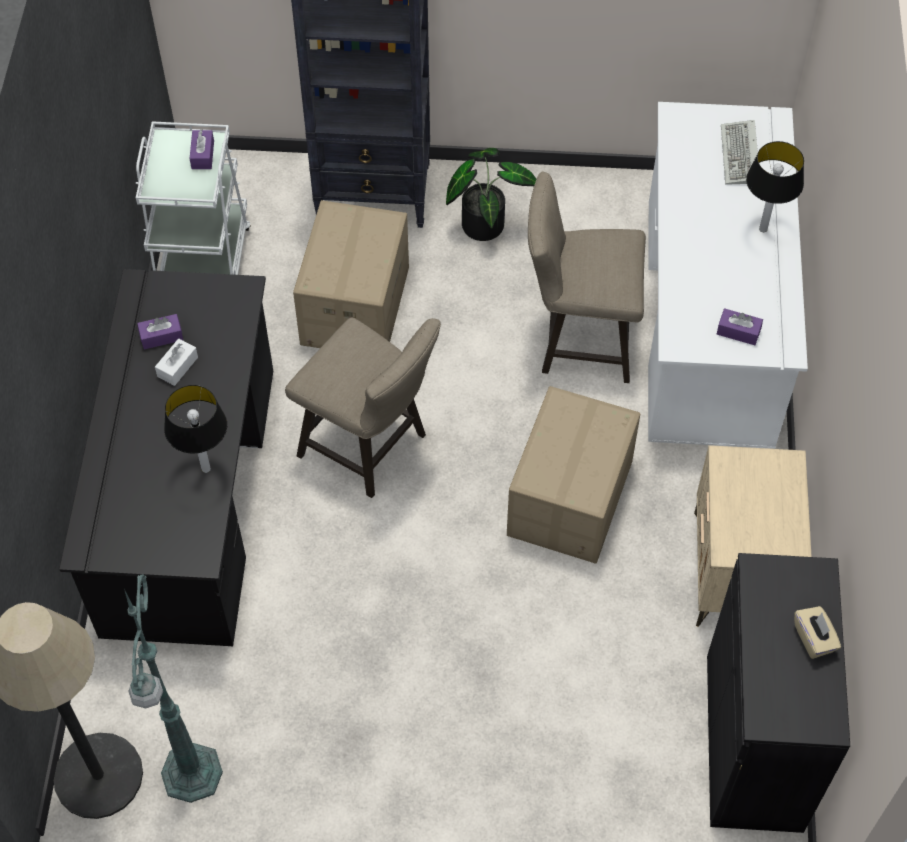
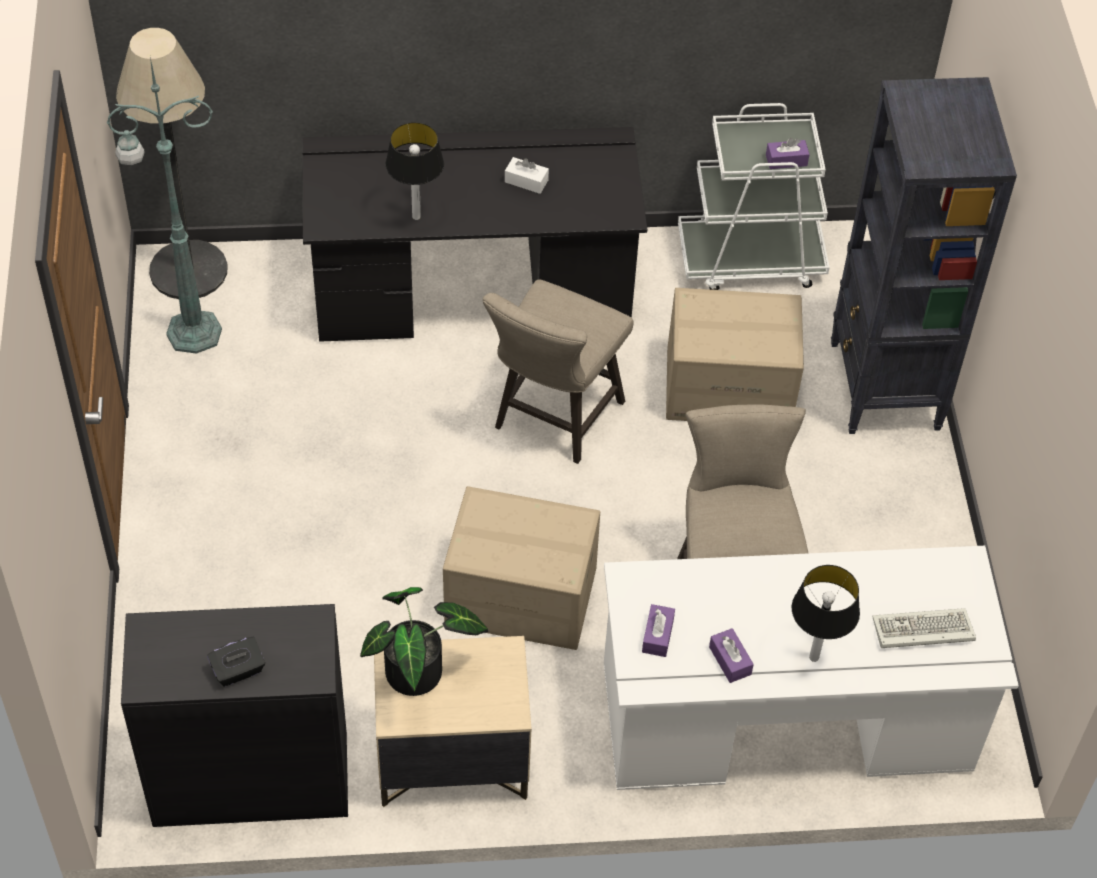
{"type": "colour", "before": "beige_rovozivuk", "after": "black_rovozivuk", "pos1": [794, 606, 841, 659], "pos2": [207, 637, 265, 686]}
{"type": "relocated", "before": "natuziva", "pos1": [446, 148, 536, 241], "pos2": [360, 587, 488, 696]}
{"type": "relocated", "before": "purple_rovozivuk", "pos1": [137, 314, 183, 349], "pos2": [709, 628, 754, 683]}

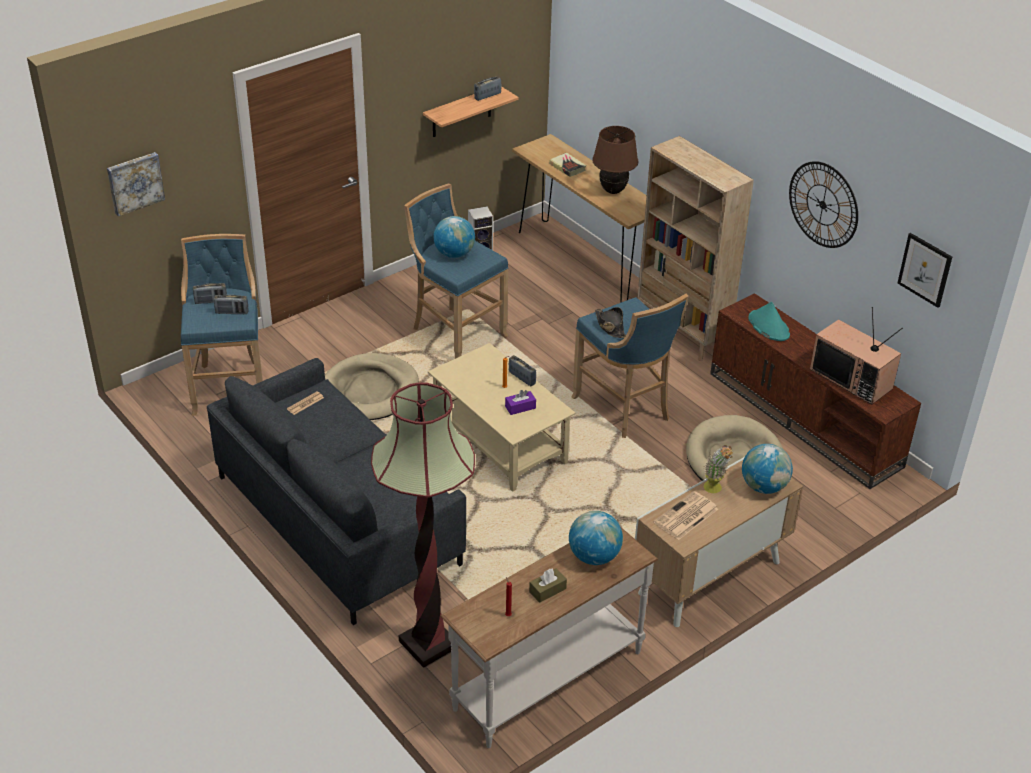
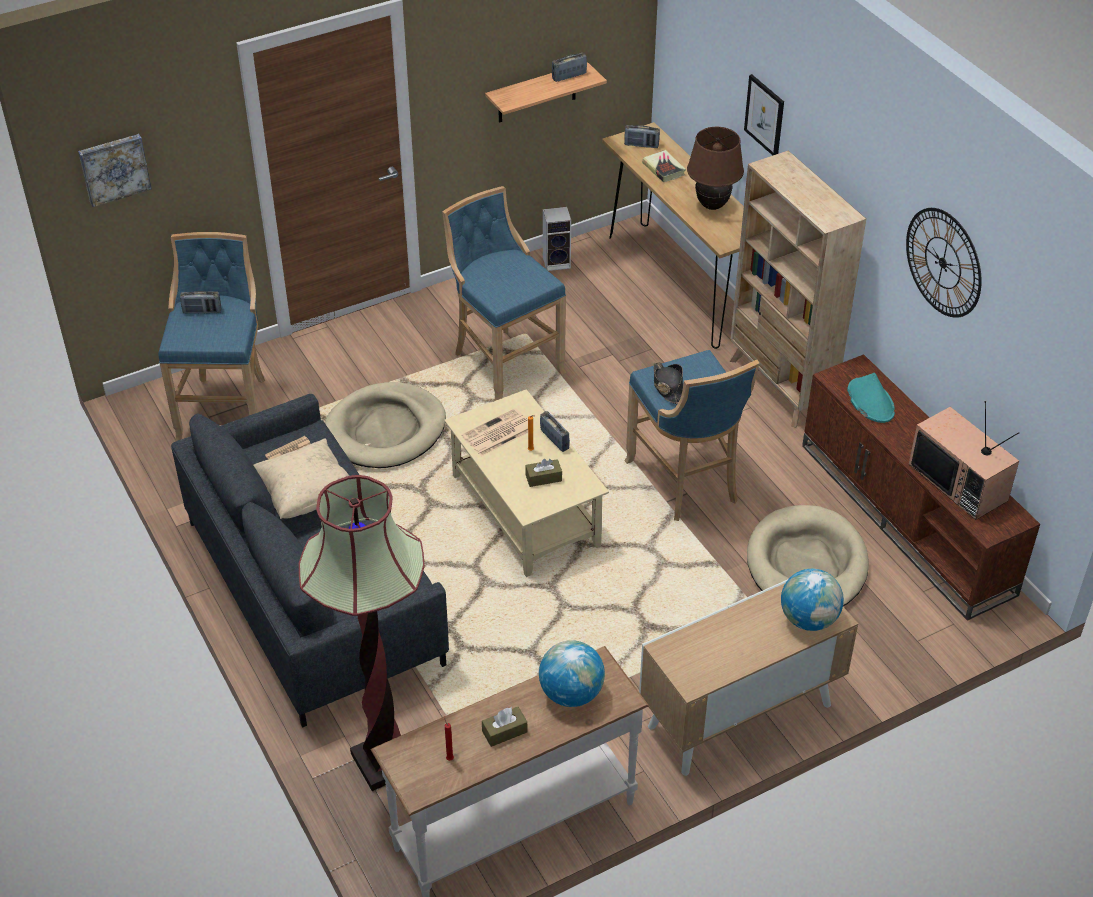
{"type": "appeared", "after": "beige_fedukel", "pos2": [254, 439, 349, 519]}
{"type": "relocated", "before": "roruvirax", "pos1": [654, 491, 718, 540], "pos2": [462, 408, 535, 456]}
{"type": "colour", "before": "purple_rovozivuk", "after": "brown_rovozivuk", "pos1": [505, 390, 536, 415], "pos2": [525, 459, 562, 487]}
{"type": "relocated", "before": "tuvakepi", "pos1": [214, 295, 248, 315], "pos2": [624, 125, 660, 148]}
{"type": "relocated", "before": "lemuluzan", "pos1": [897, 233, 952, 308], "pos2": [744, 74, 784, 155]}
{"type": "missing", "before": "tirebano", "pos1": [434, 216, 475, 258]}
{"type": "missing", "before": "natuziva", "pos1": [704, 445, 733, 493]}

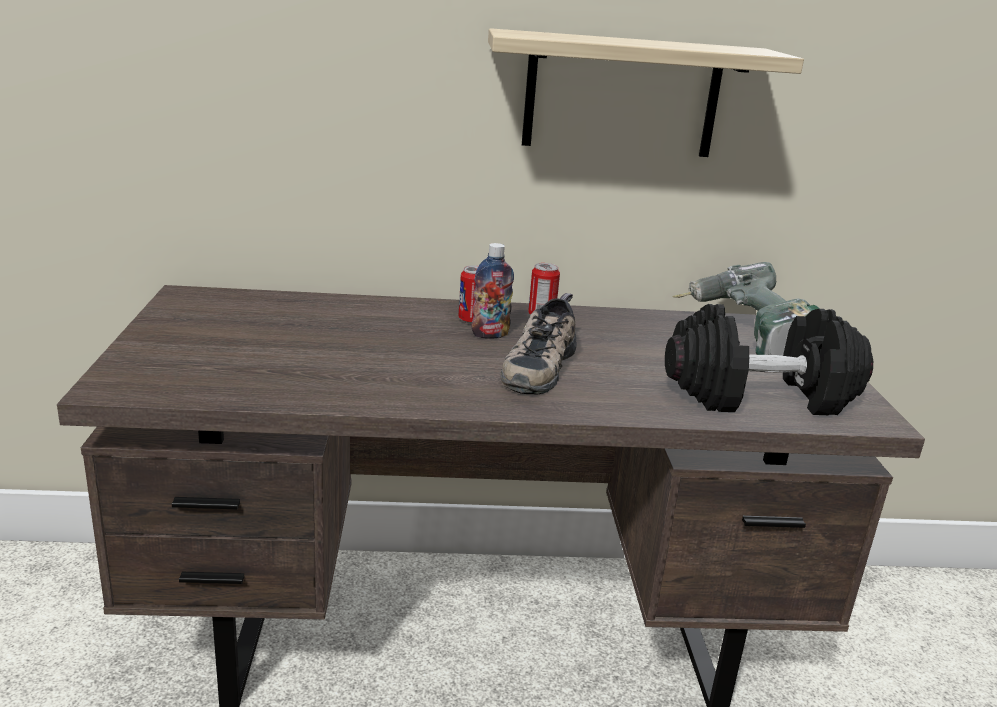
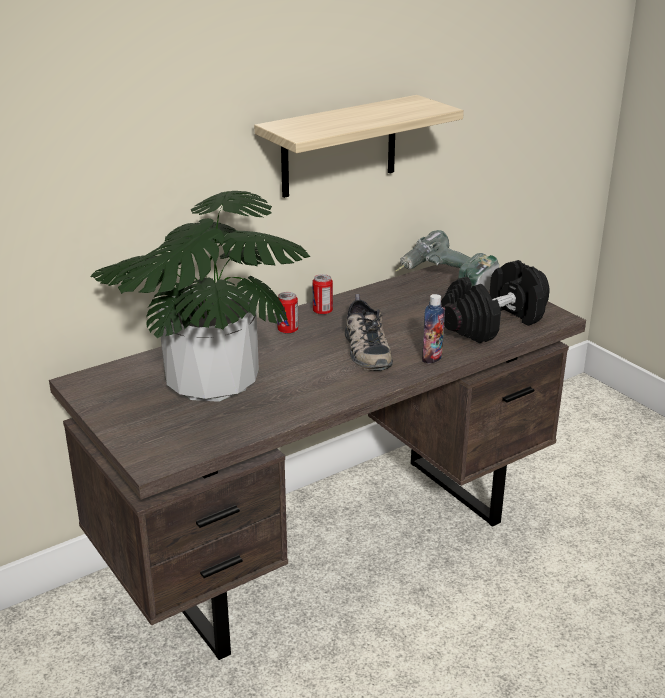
{"type": "appeared", "after": "natuziva", "pos2": [90, 191, 310, 402]}
{"type": "relocated", "before": "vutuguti", "pos1": [472, 243, 514, 339], "pos2": [422, 294, 445, 364]}

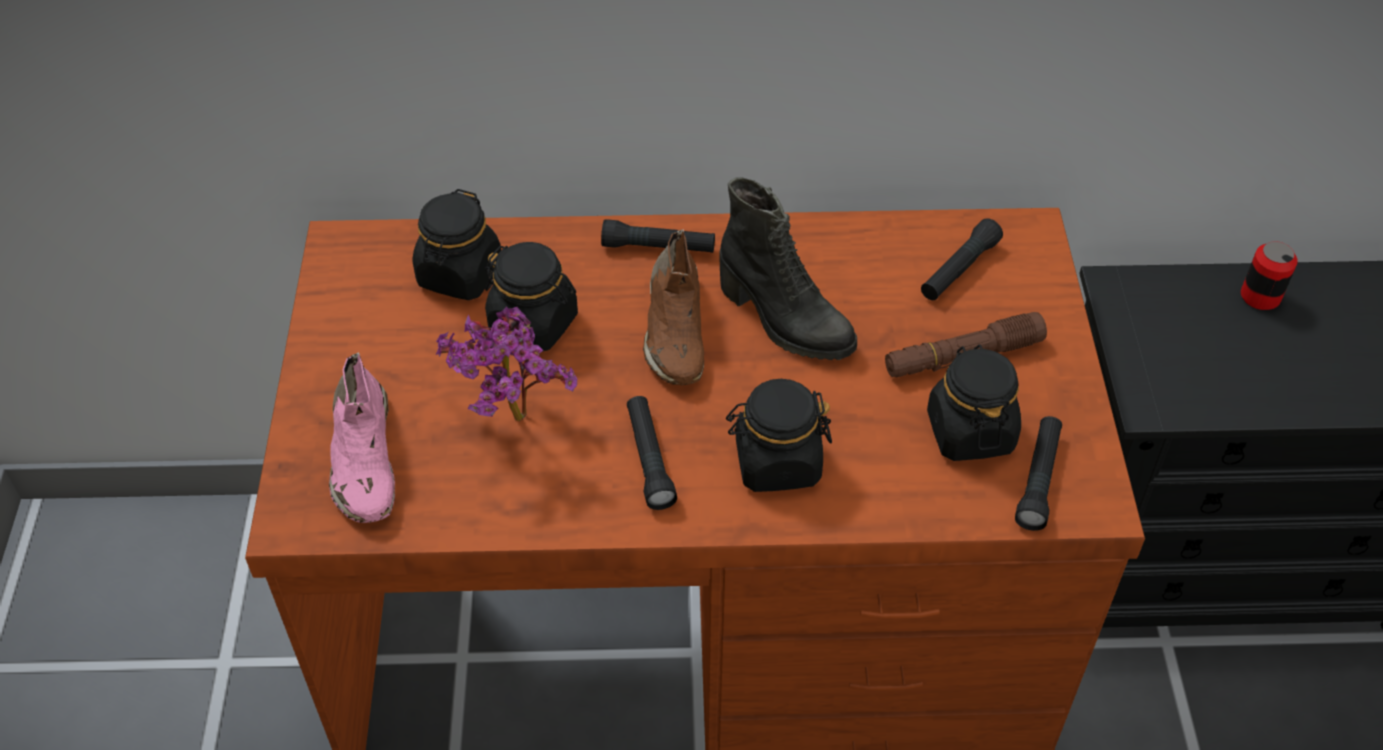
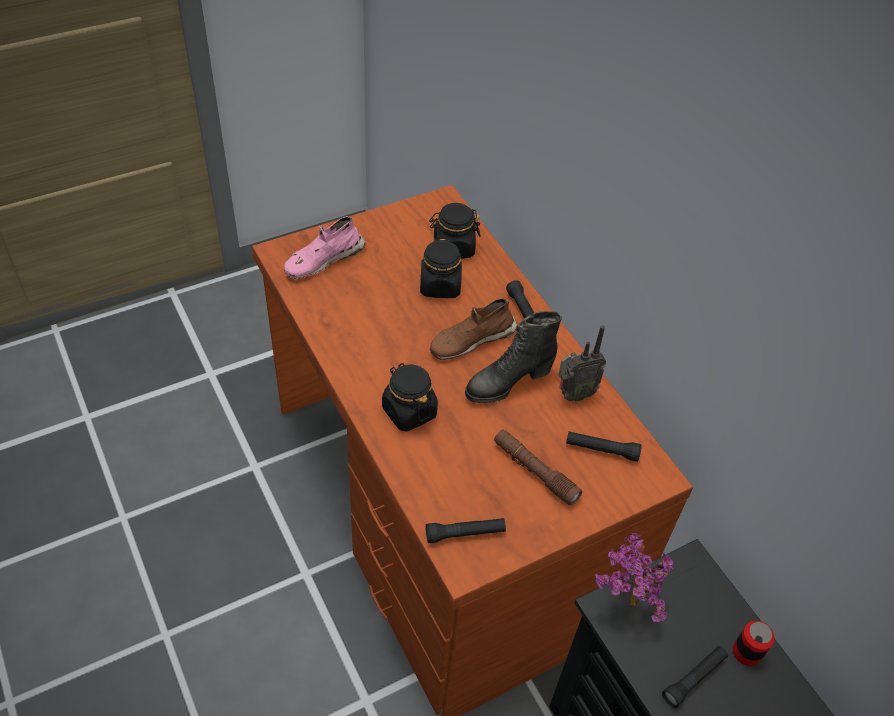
{"type": "spun", "before": "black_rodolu", "pos1": [719, 177, 857, 360], "pos2": [465, 311, 562, 403], "turn": 45}
{"type": "appeared", "after": "tuvakepi", "pos2": [558, 325, 606, 402]}
{"type": "relocated", "before": "natuziva", "pos1": [435, 306, 577, 421], "pos2": [595, 533, 673, 622]}
{"type": "relocated", "before": "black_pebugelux", "pos1": [627, 396, 677, 510], "pos2": [662, 646, 728, 708]}
{"type": "missing", "before": "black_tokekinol", "pos1": [927, 344, 1021, 461]}

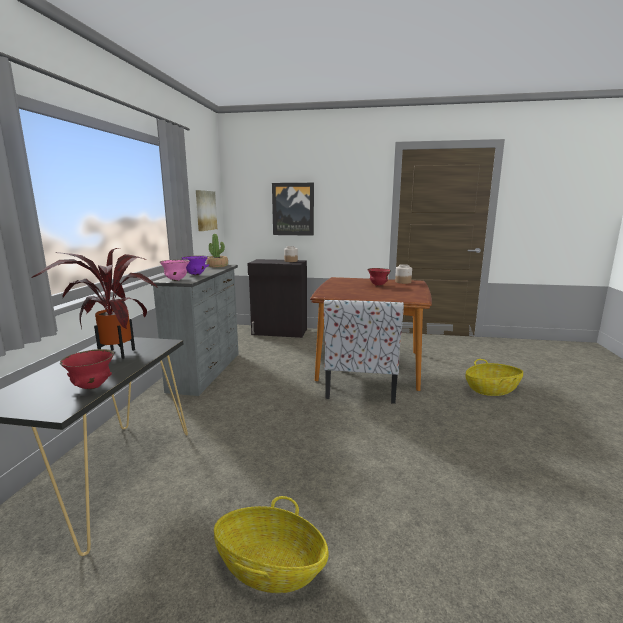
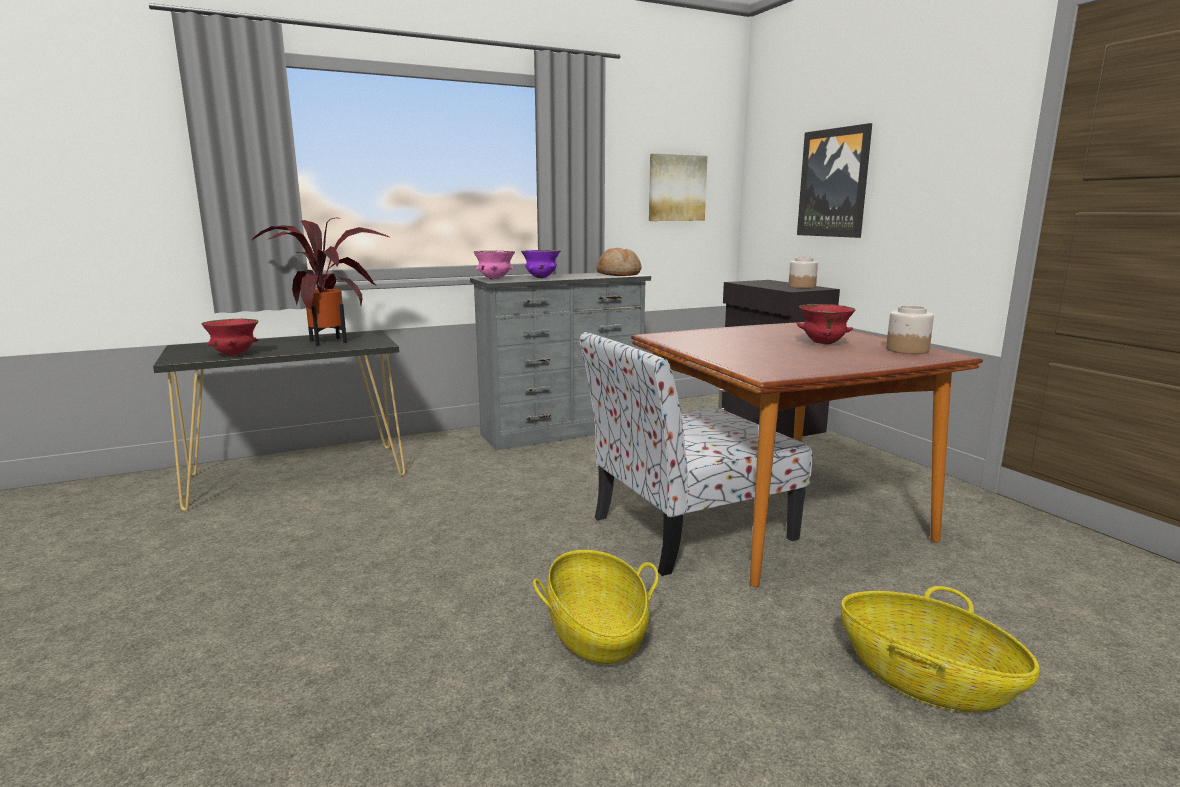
{"type": "relocated", "before": "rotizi", "pos1": [214, 496, 329, 593], "pos2": [533, 550, 659, 664]}
{"type": "exchanged", "before": "natuziva", "after": "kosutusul", "pos1": [206, 234, 228, 268], "pos2": [596, 248, 642, 276]}

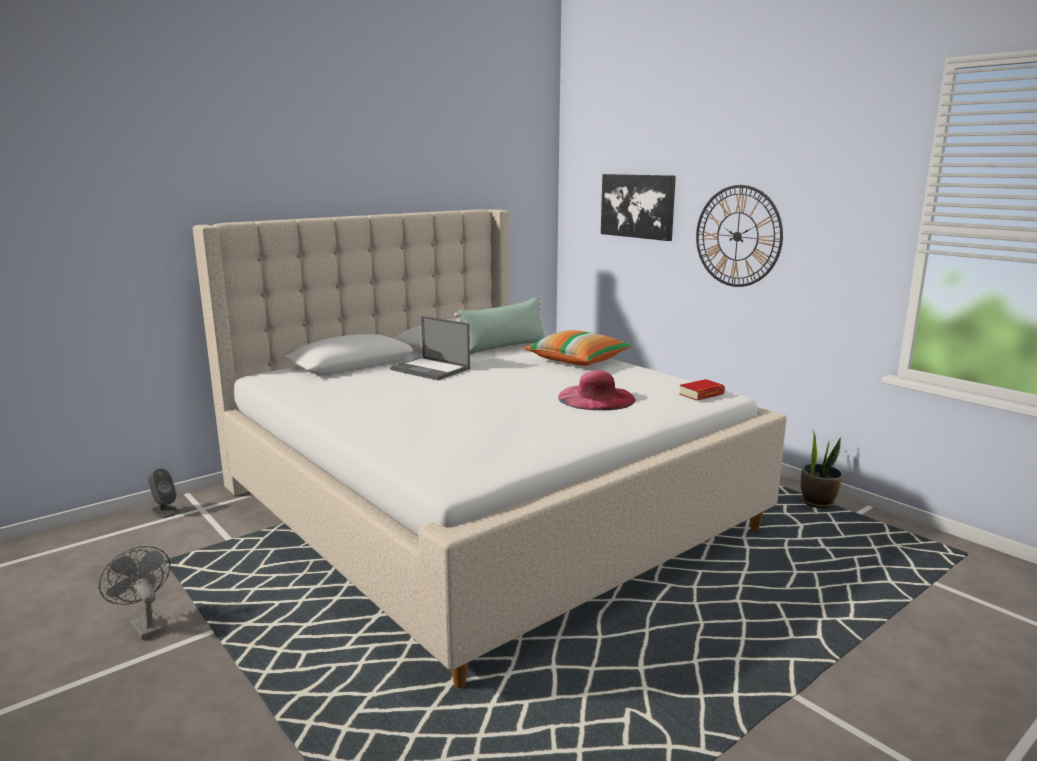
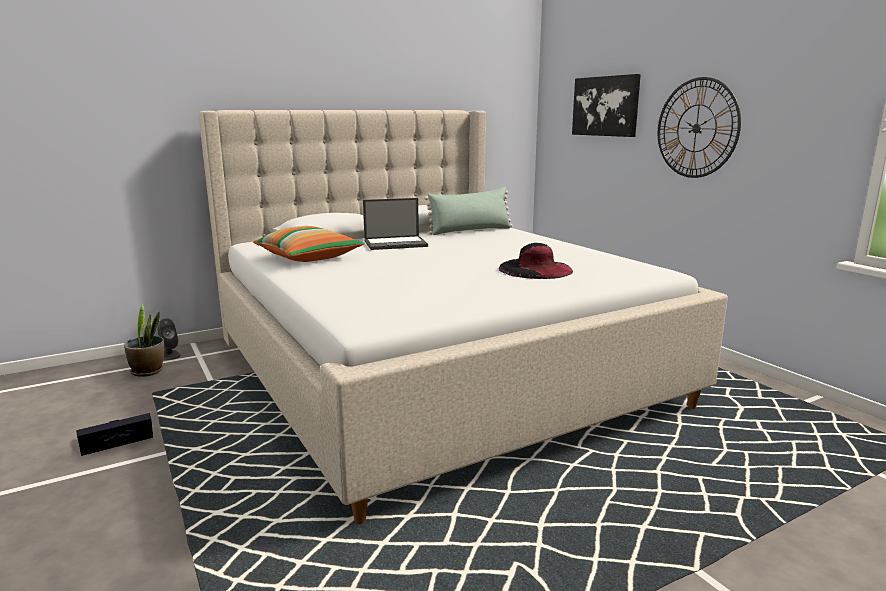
{"type": "exchanged", "before": "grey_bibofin", "after": "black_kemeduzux", "pos1": [99, 546, 170, 640], "pos2": [76, 413, 153, 456]}
{"type": "relocated", "before": "natuziva", "pos1": [801, 431, 843, 508], "pos2": [124, 304, 164, 377]}
{"type": "relocated", "before": "fedukel", "pos1": [524, 330, 632, 366], "pos2": [253, 226, 365, 262]}
{"type": "spun", "before": "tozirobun", "pos1": [390, 316, 470, 380], "pos2": [363, 198, 428, 250], "turn": -60}
{"type": "colour", "before": "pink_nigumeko", "after": "black_nigumeko", "pos1": [558, 370, 636, 410], "pos2": [499, 243, 573, 279]}
{"type": "missing", "before": "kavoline", "pos1": [679, 379, 725, 401]}

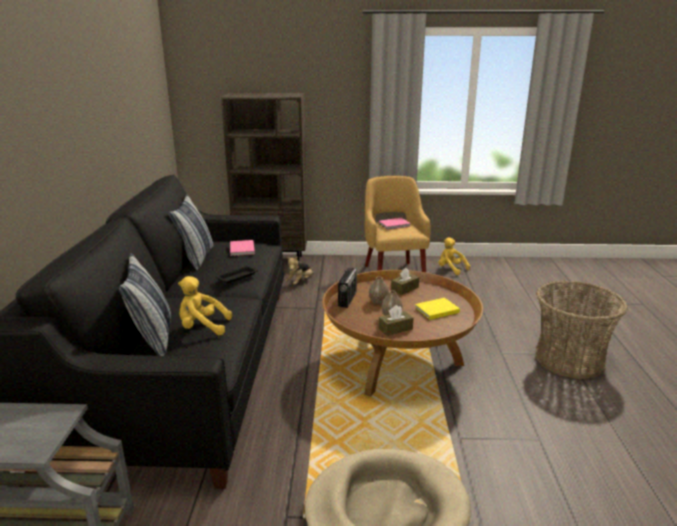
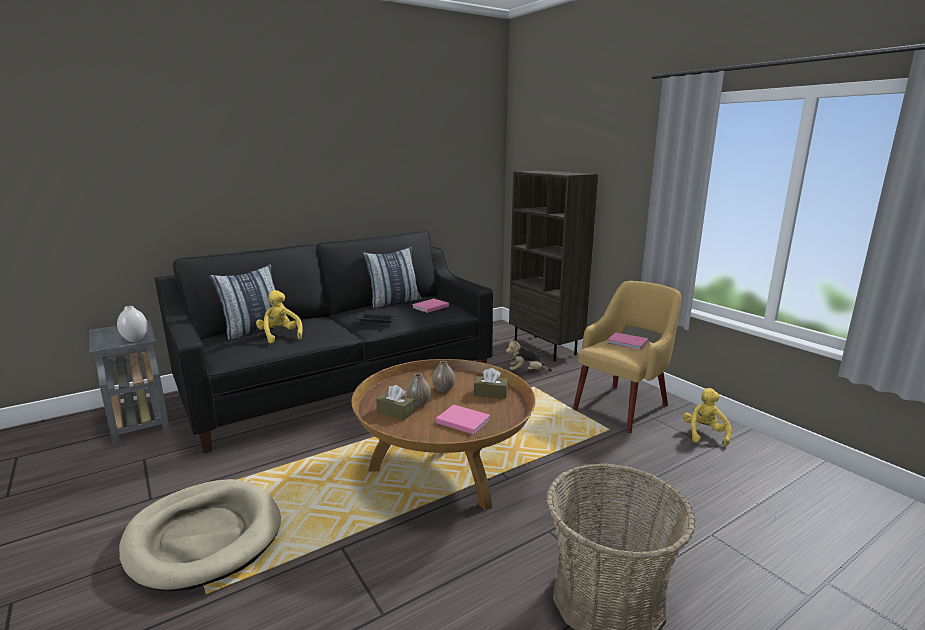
{"type": "appeared", "after": "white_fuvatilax", "pos2": [117, 306, 147, 342]}
{"type": "colour", "before": "yellow_kavoline", "after": "pink_kavoline", "pos1": [415, 298, 460, 320], "pos2": [436, 404, 491, 435]}
{"type": "missing", "before": "tuvakepi", "pos1": [338, 268, 357, 308]}

